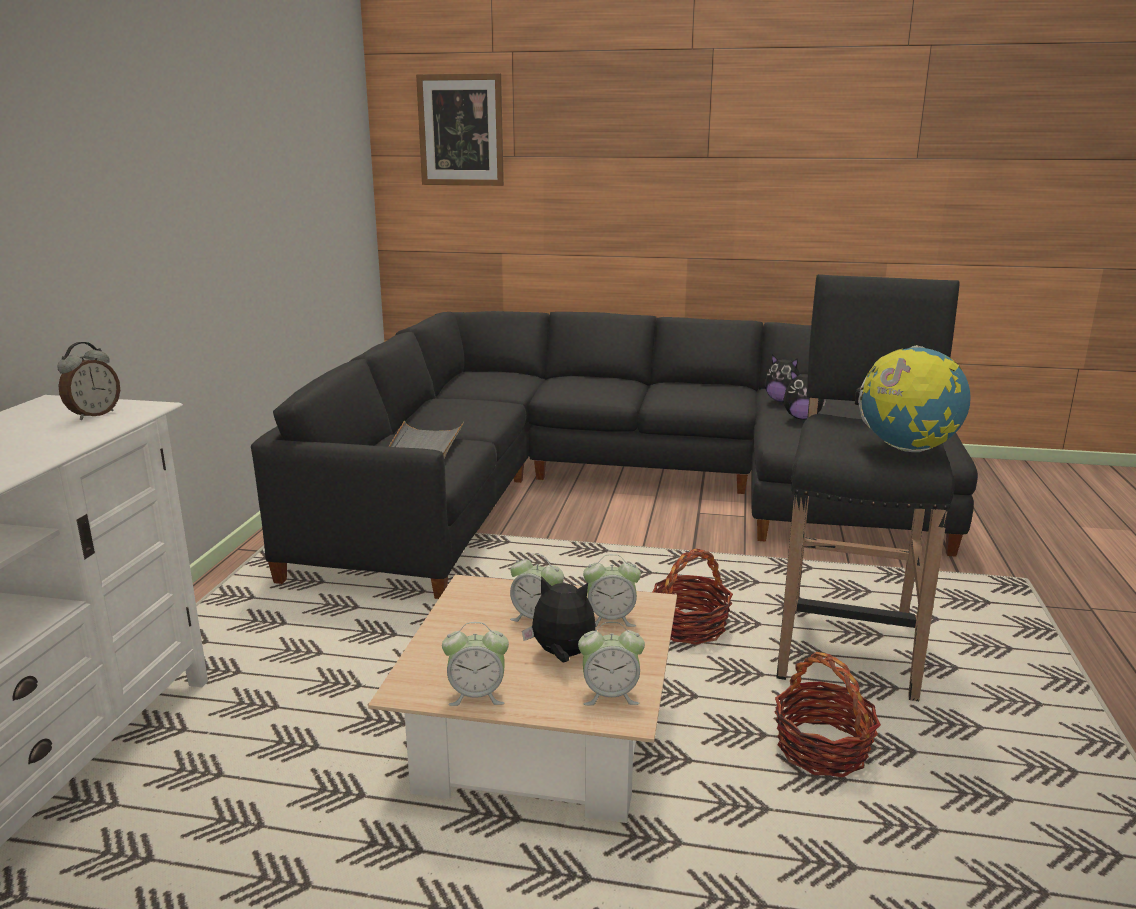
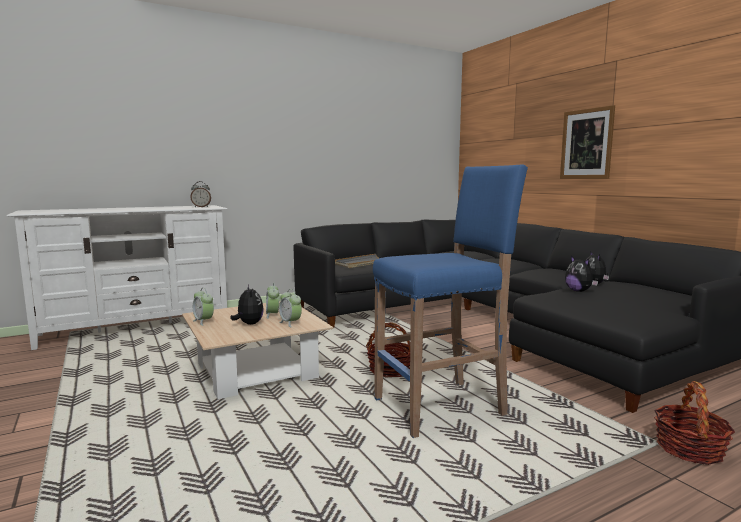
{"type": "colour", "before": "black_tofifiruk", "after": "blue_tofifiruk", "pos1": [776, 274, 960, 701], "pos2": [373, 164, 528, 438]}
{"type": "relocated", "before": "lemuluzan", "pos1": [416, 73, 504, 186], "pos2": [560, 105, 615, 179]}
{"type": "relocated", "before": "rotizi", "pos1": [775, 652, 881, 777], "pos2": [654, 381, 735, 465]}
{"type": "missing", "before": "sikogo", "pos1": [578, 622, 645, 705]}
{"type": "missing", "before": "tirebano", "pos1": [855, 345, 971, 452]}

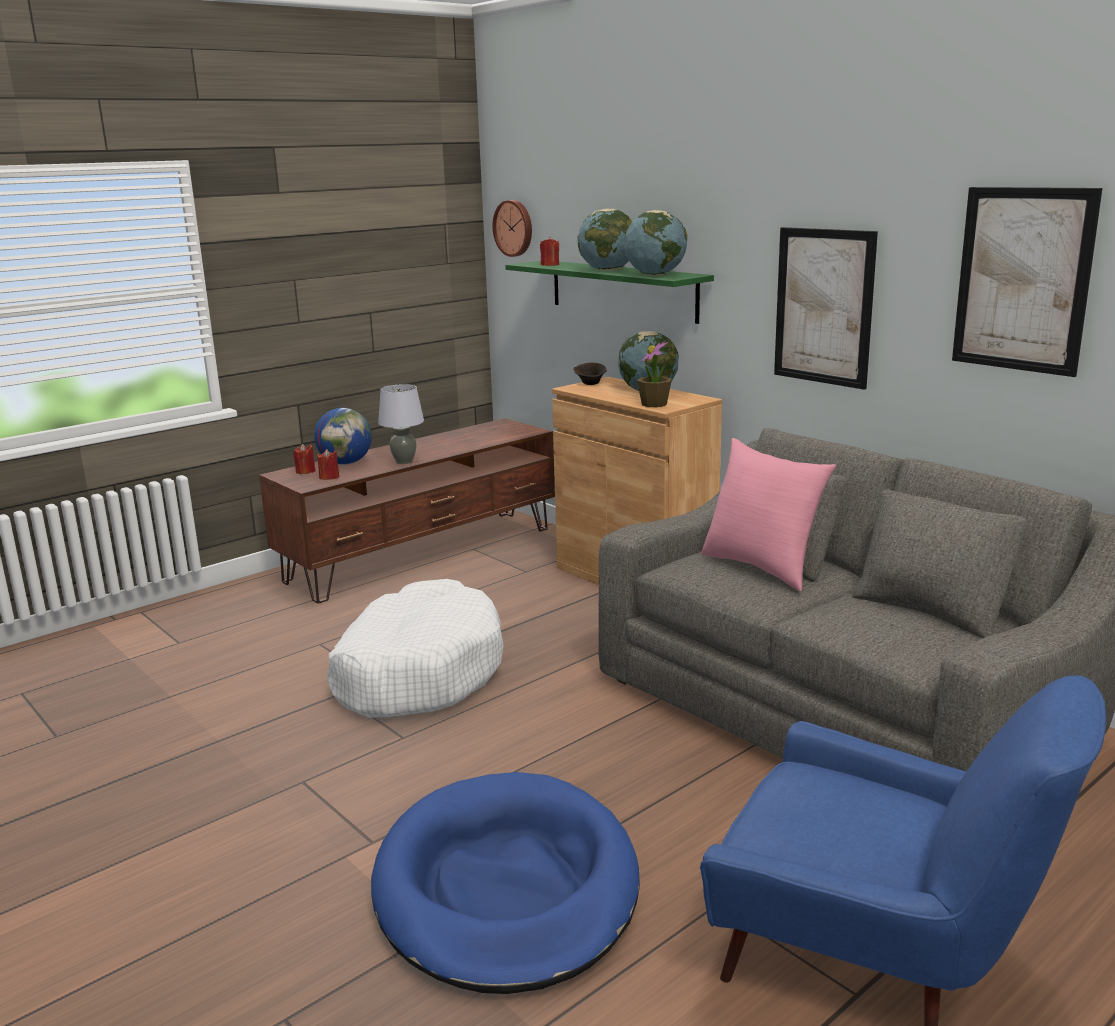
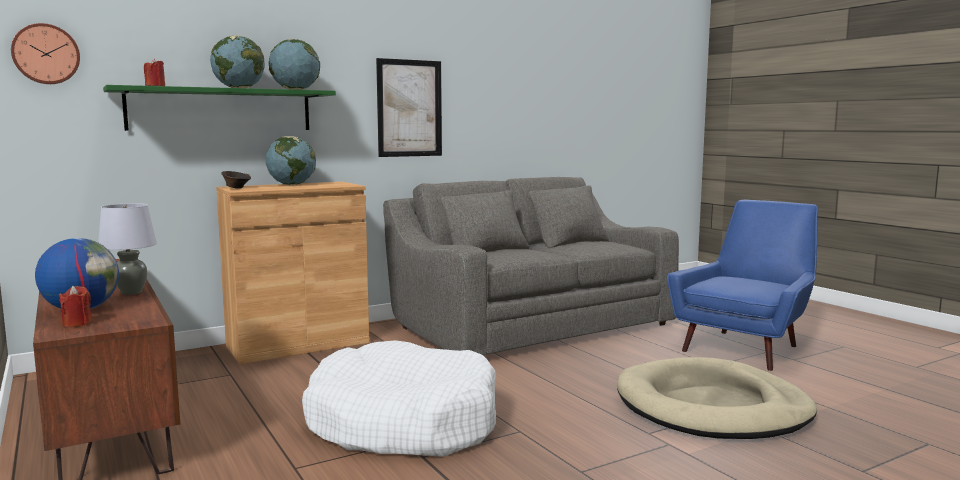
{"type": "colour", "before": "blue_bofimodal", "after": "beige_bofimodal", "pos1": [371, 772, 640, 994], "pos2": [617, 357, 817, 439]}
{"type": "missing", "before": "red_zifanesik", "pos1": [317, 449, 339, 480]}
{"type": "missing", "before": "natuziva", "pos1": [637, 340, 672, 407]}
{"type": "missing", "before": "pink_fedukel", "pos1": [701, 438, 836, 592]}
{"type": "missing", "before": "lemuluzan", "pos1": [952, 187, 1103, 377]}

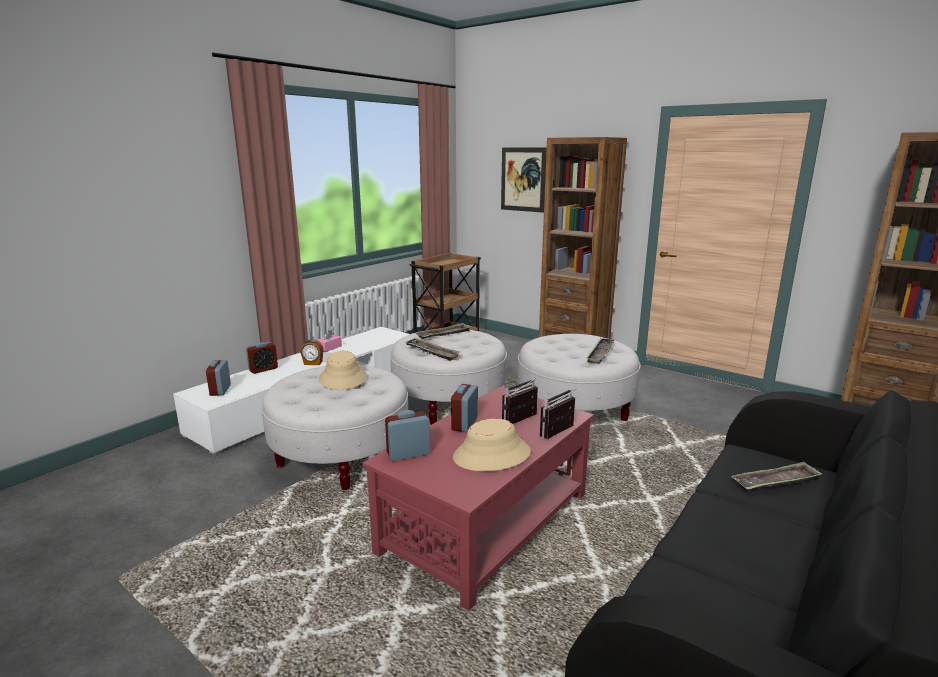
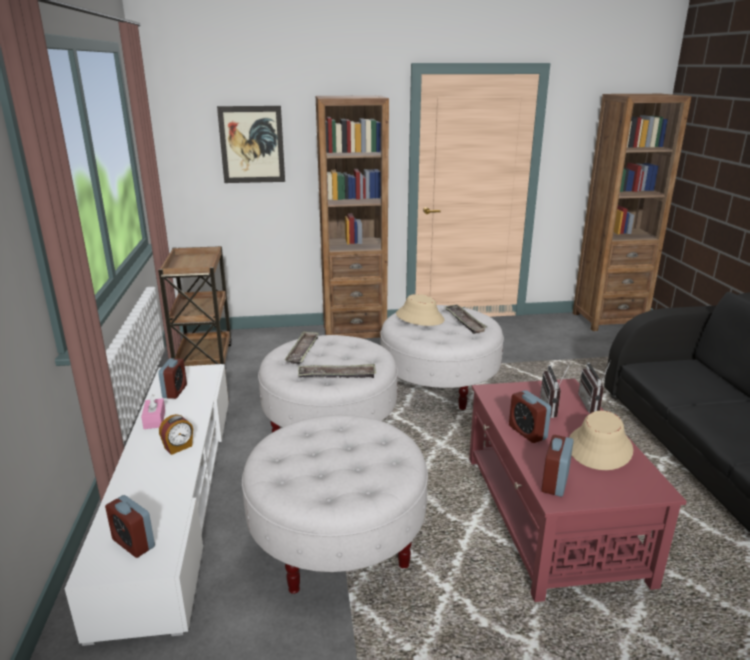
{"type": "relocated", "before": "sikogo", "pos1": [246, 342, 278, 374], "pos2": [158, 358, 187, 399]}
{"type": "relocated", "before": "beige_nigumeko", "pos1": [319, 351, 367, 390], "pos2": [396, 294, 445, 326]}
{"type": "missing", "before": "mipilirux", "pos1": [731, 462, 823, 491]}

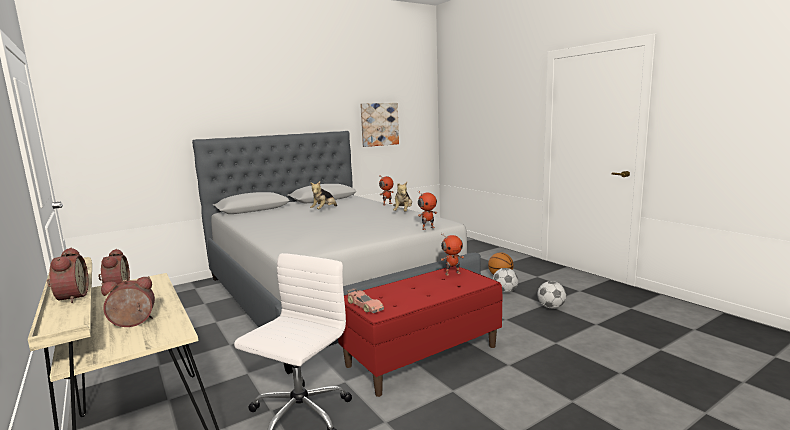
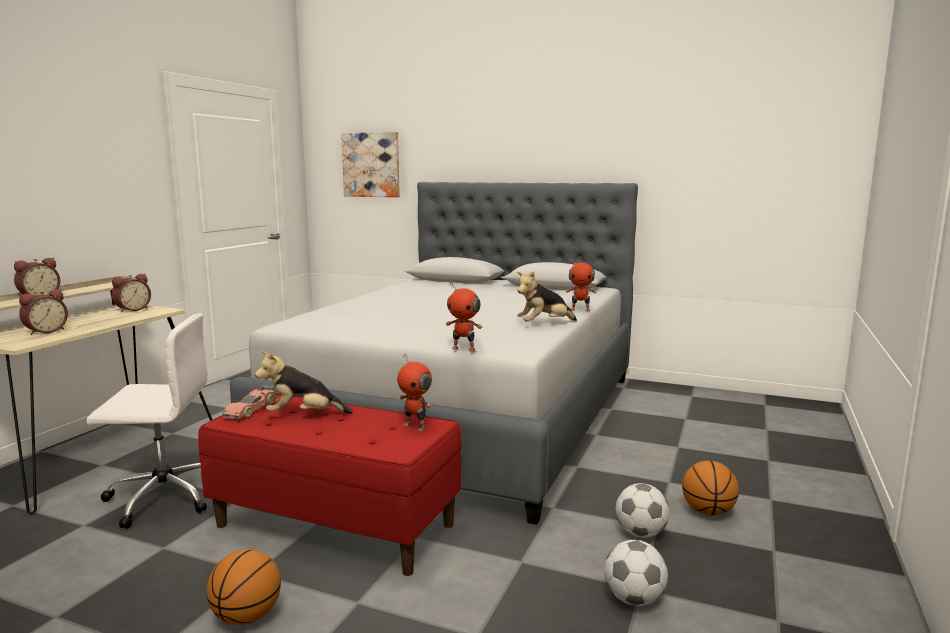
{"type": "spun", "before": "sikogo", "pos1": [101, 276, 155, 327], "pos2": [19, 289, 68, 335], "turn": 90}
{"type": "appeared", "after": "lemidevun", "pos2": [207, 549, 281, 625]}
{"type": "relocated", "before": "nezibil", "pos1": [310, 181, 337, 209], "pos2": [255, 351, 353, 413]}
{"type": "relocated", "before": "lemuluzan", "pos1": [360, 103, 399, 147], "pos2": [341, 132, 400, 197]}

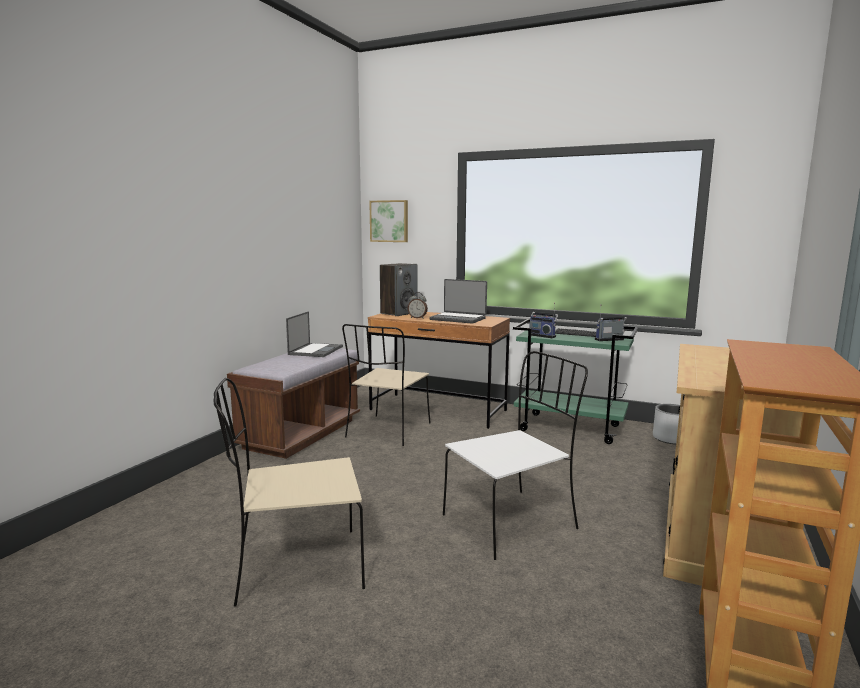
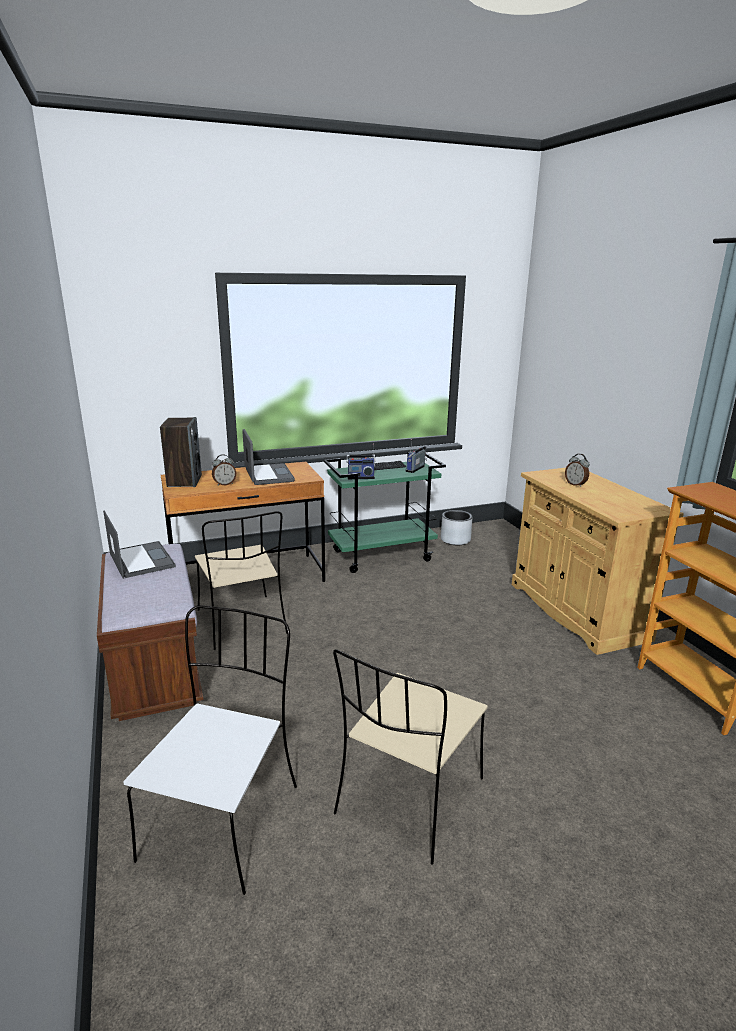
{"type": "relocated", "before": "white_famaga", "pos1": [443, 351, 588, 560], "pos2": [123, 605, 297, 895]}
{"type": "spun", "before": "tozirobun", "pos1": [429, 279, 487, 324], "pos2": [242, 429, 295, 485], "turn": -90}
{"type": "appeared", "after": "sikogo", "pos2": [565, 454, 590, 487]}
{"type": "missing", "before": "lemuluzan", "pos1": [369, 200, 408, 242]}

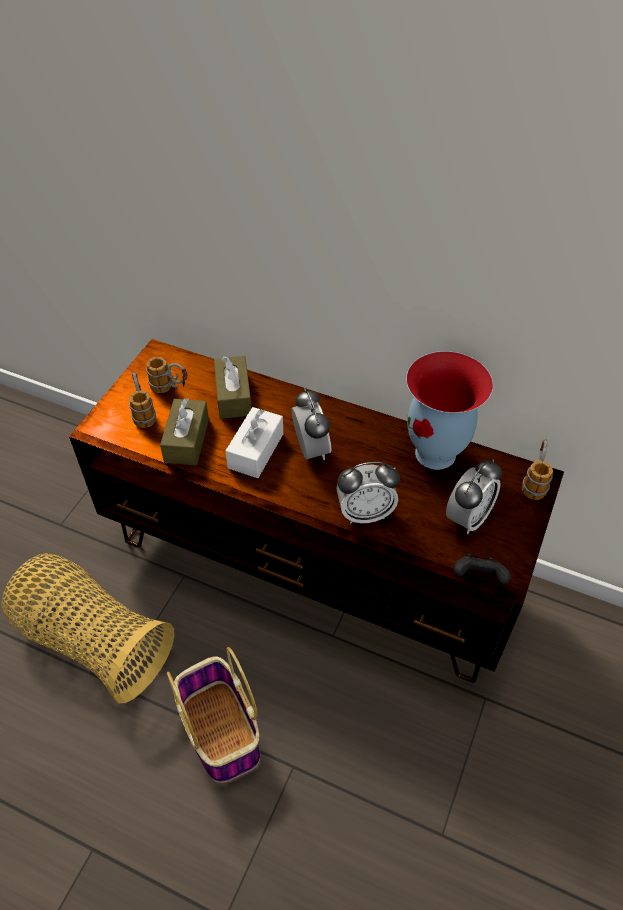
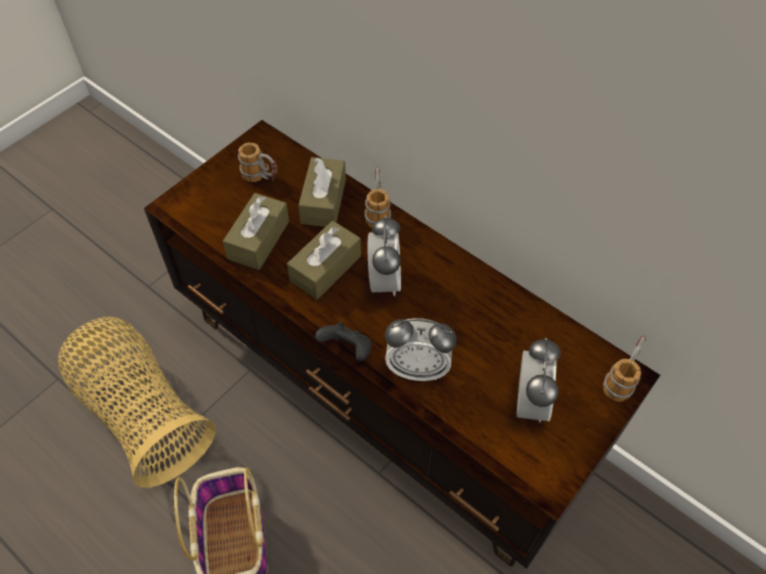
{"type": "colour", "before": "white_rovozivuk", "after": "brown_rovozivuk", "pos1": [225, 407, 284, 478], "pos2": [287, 221, 361, 300]}
{"type": "relocated", "before": "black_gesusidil", "pos1": [454, 553, 511, 584], "pos2": [315, 322, 371, 361]}
{"type": "relocated", "before": "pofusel", "pos1": [129, 372, 156, 428], "pos2": [365, 167, 391, 228]}
{"type": "spun", "before": "sikogo", "pos1": [446, 459, 502, 534], "pos2": [517, 338, 561, 422], "turn": -45}
{"type": "missing", "before": "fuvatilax", "pos1": [406, 351, 493, 470]}

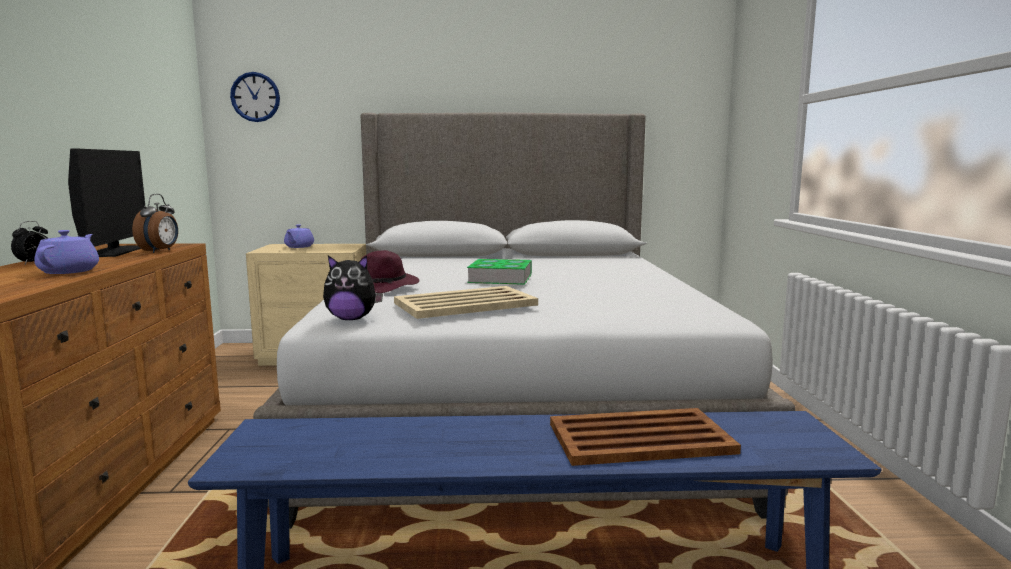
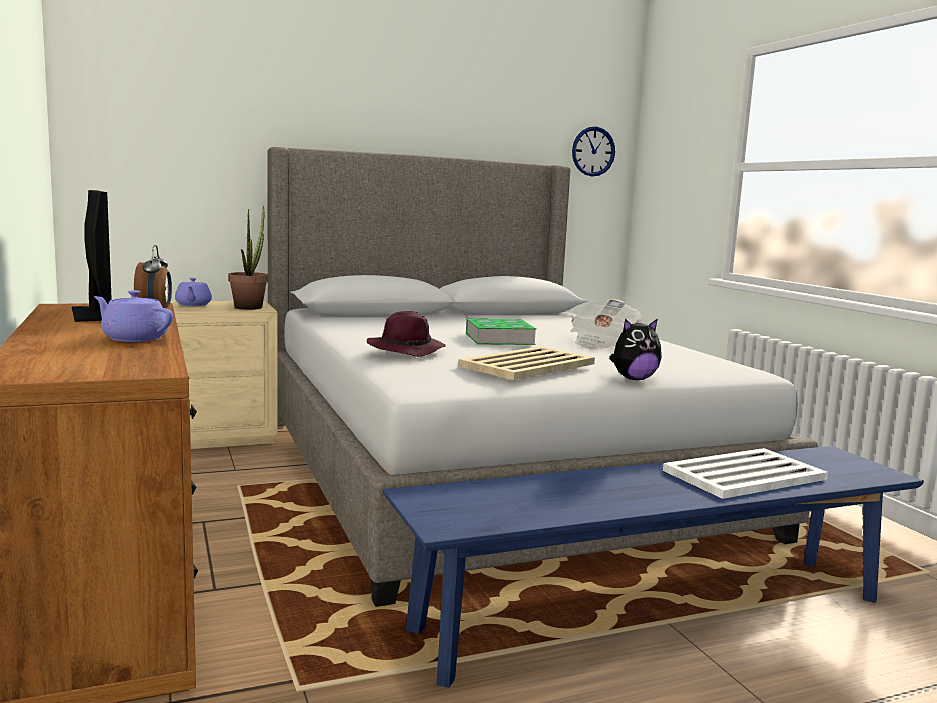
{"type": "spun", "before": "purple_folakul", "pos1": [34, 230, 99, 274], "pos2": [94, 290, 173, 342], "turn": -45}
{"type": "appeared", "after": "natuziva", "pos2": [228, 206, 268, 310]}
{"type": "appeared", "after": "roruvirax", "pos2": [571, 299, 643, 349]}
{"type": "relocated", "before": "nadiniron", "pos1": [230, 72, 280, 122], "pos2": [572, 127, 615, 176]}
{"type": "relocated", "before": "nezibil", "pos1": [323, 255, 383, 320], "pos2": [609, 318, 662, 380]}
{"type": "colour", "before": "brown_mipilirux", "after": "white_mipilirux", "pos1": [550, 408, 741, 466], "pos2": [663, 448, 828, 499]}
{"type": "missing", "before": "sikogo", "pos1": [11, 221, 48, 264]}

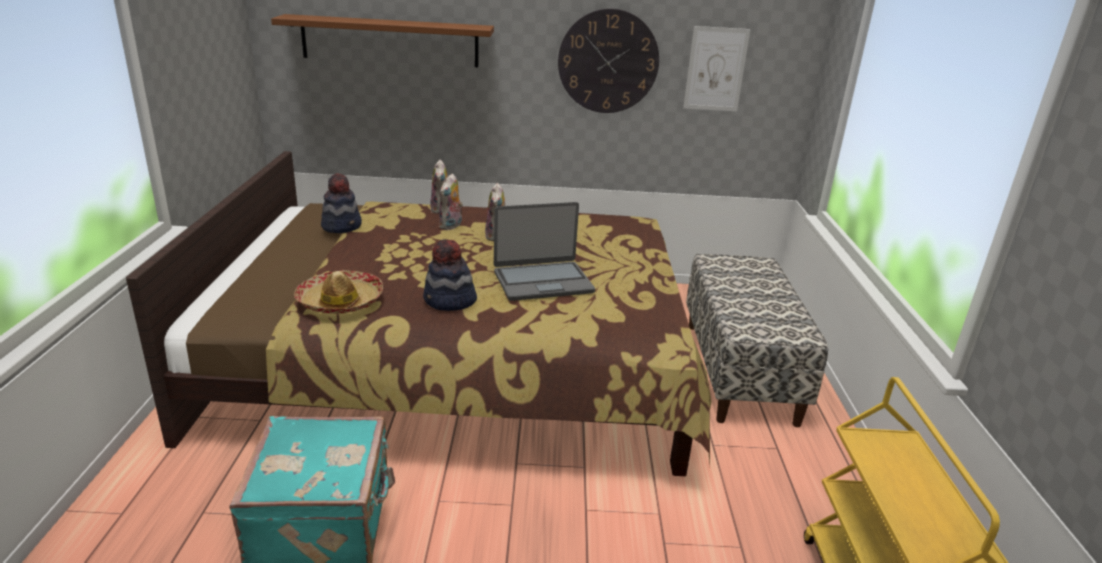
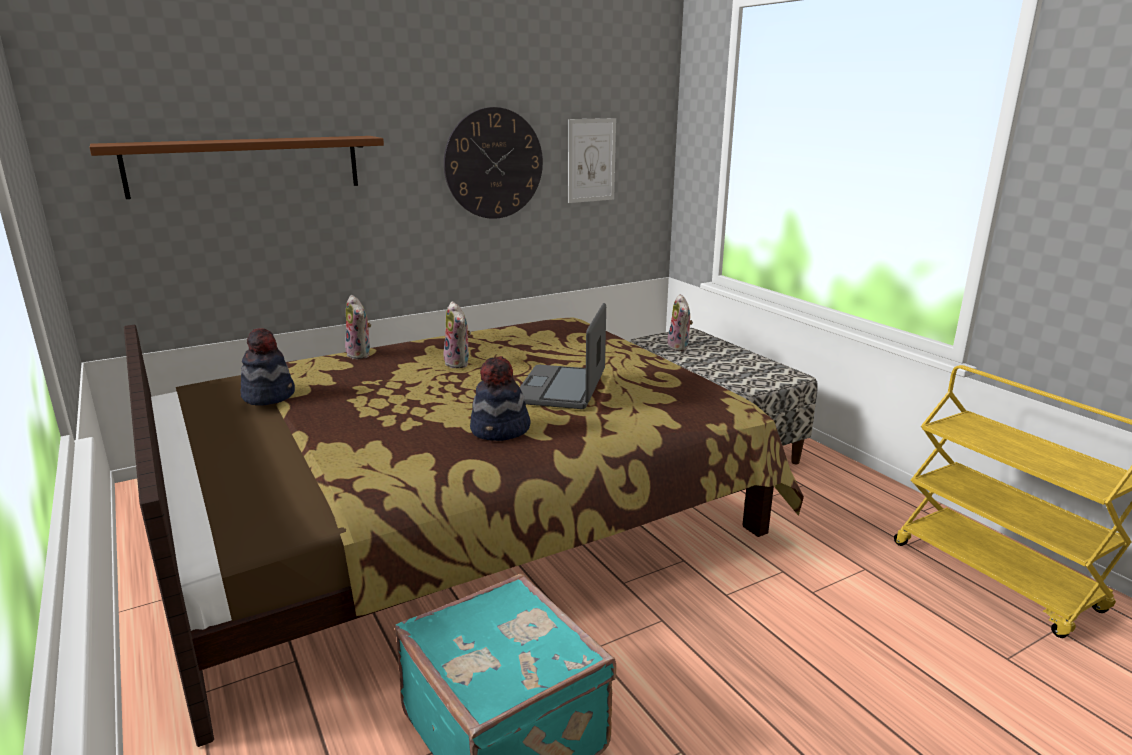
{"type": "spun", "before": "tozirobun", "pos1": [494, 202, 595, 301], "pos2": [520, 303, 606, 409], "turn": 150}
{"type": "relocated", "before": "nezibil", "pos1": [439, 173, 463, 230], "pos2": [667, 294, 693, 351]}
{"type": "missing", "before": "nigumeko", "pos1": [294, 270, 383, 314]}

